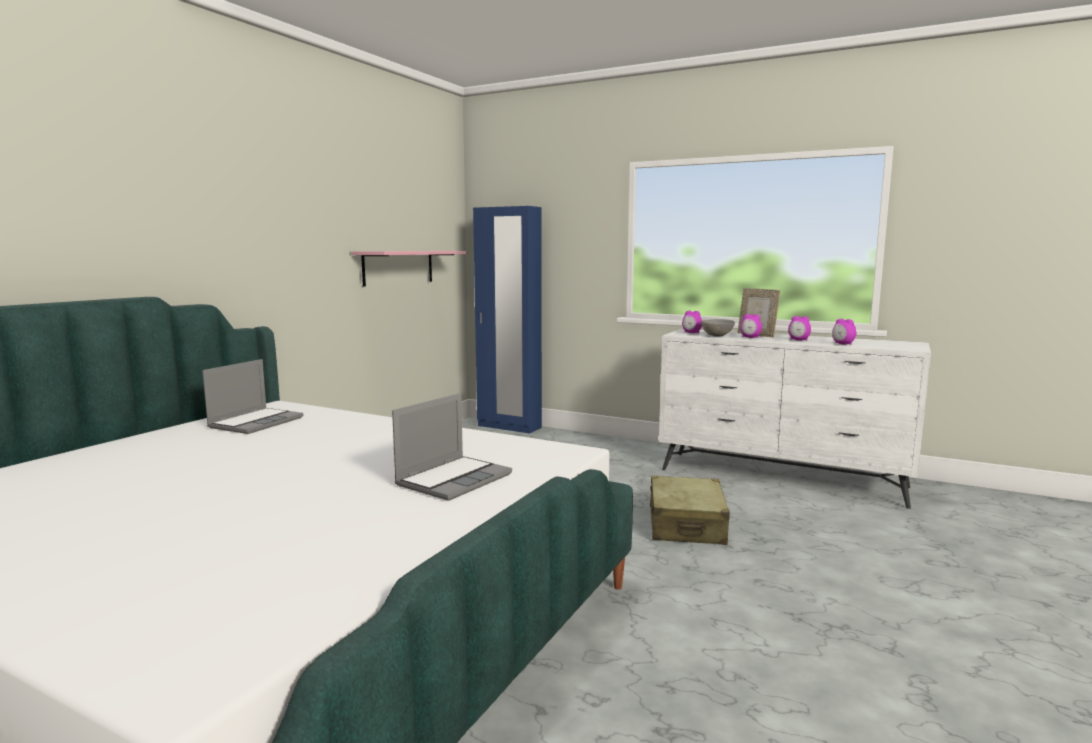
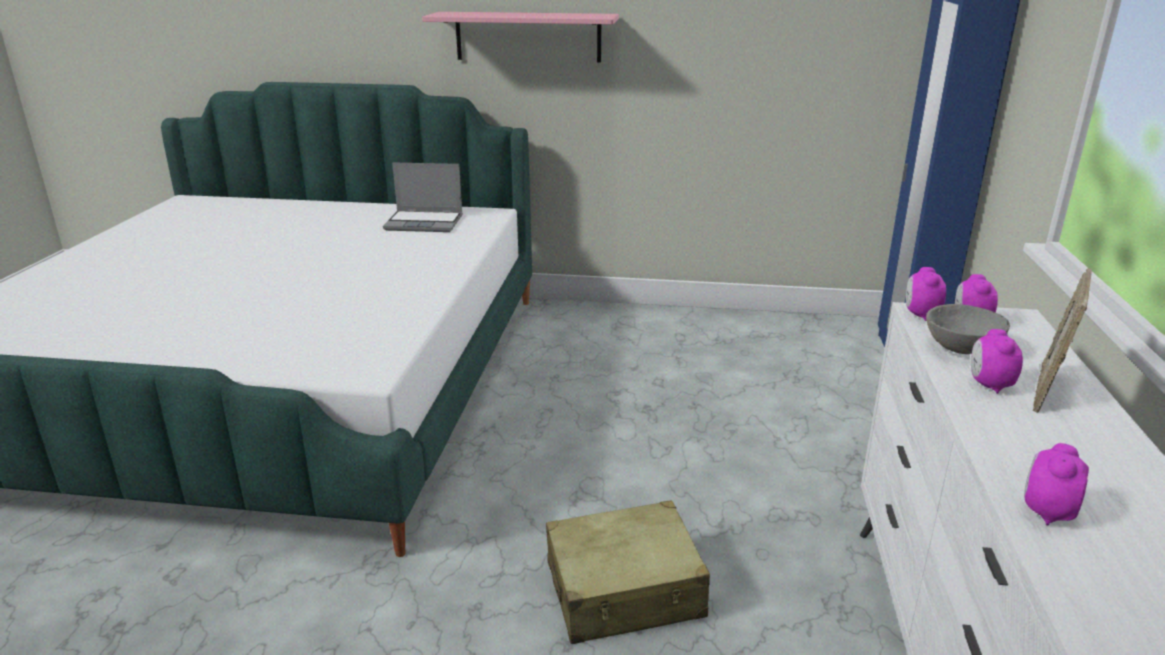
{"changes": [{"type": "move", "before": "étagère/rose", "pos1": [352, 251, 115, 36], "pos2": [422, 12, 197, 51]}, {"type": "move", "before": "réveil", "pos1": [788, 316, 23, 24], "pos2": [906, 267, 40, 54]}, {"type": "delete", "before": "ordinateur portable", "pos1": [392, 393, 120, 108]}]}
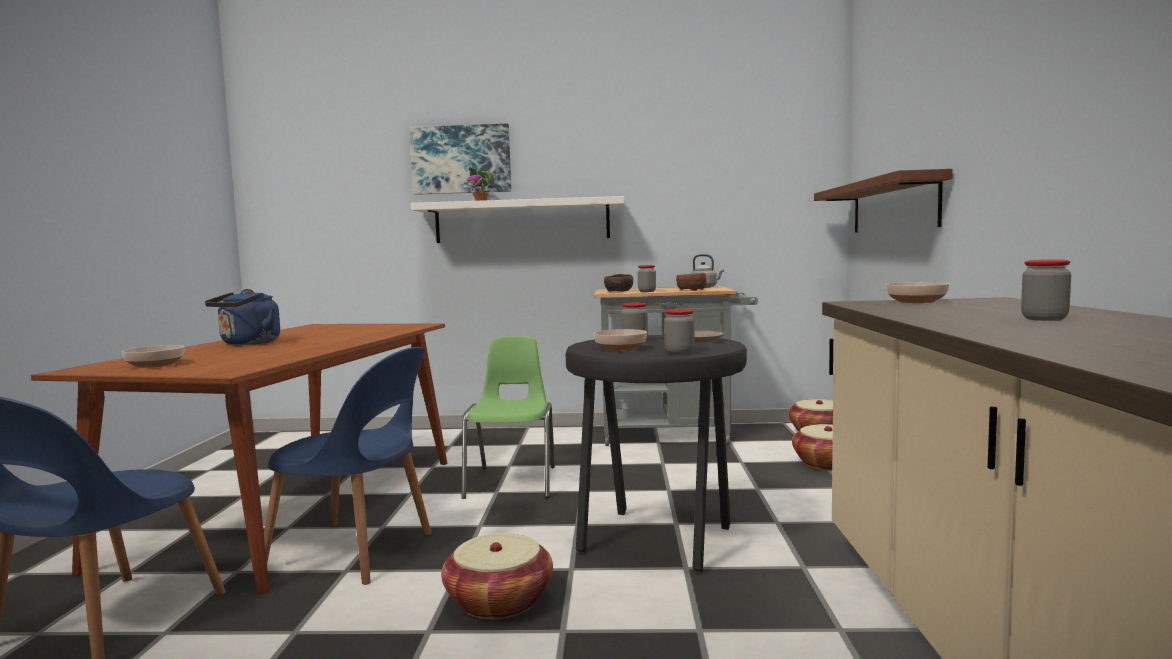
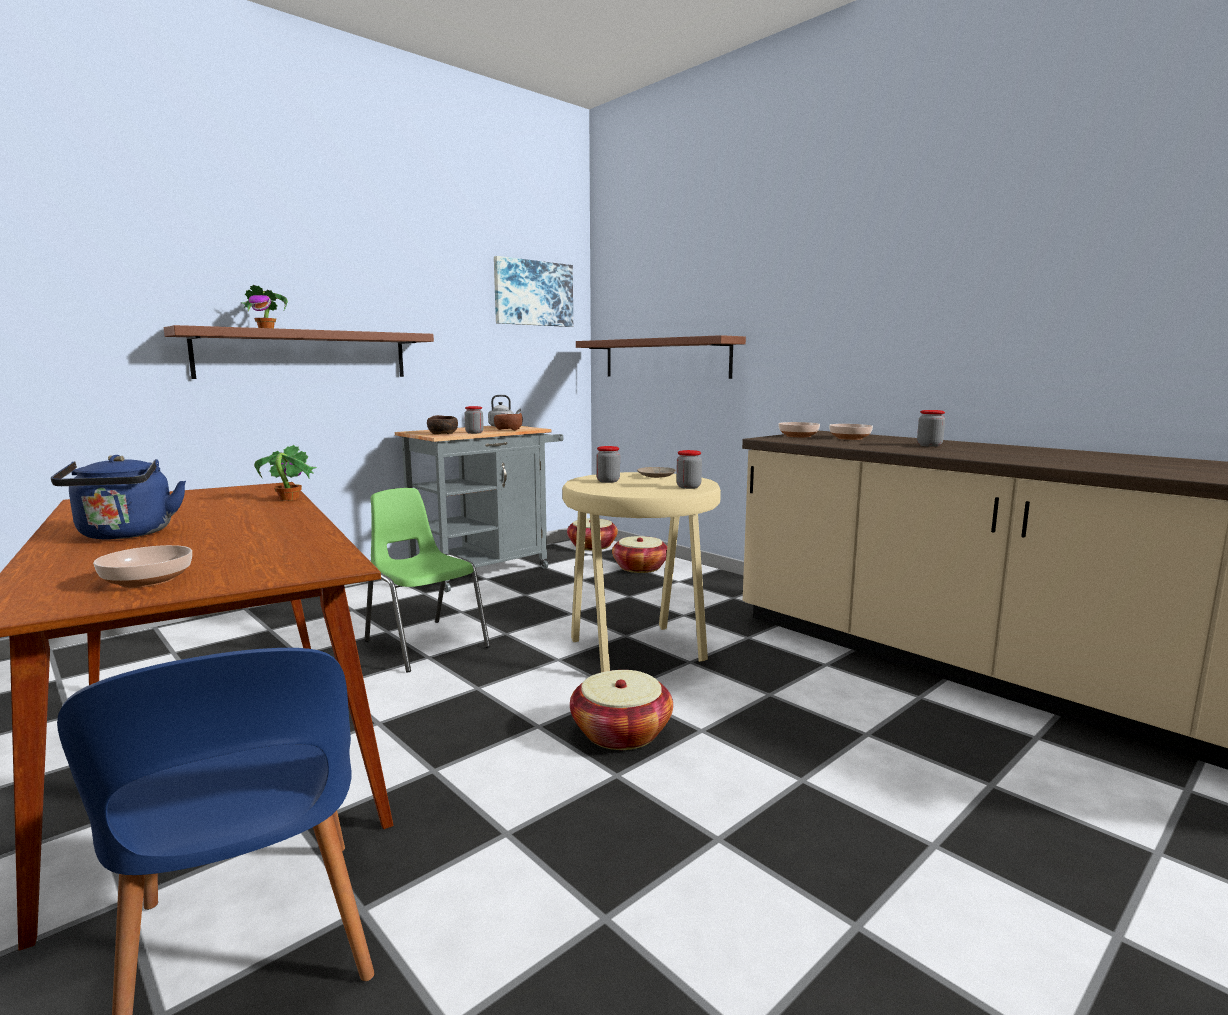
{"changes": [{"type": "move", "before": "tableau", "pos1": [409, 124, 102, 71], "pos2": [494, 256, 79, 71]}, {"type": "recolor", "before": "étagère/blanc", "after": "étagère/marron", "pos1": [411, 196, 213, 47], "pos2": [164, 325, 270, 54]}, {"type": "move", "before": "bol", "pos1": [593, 329, 54, 22], "pos2": [829, 424, 44, 16]}, {"type": "recolor", "before": "tabouret/noir", "after": "tabouret/beige", "pos1": [566, 335, 181, 237], "pos2": [562, 472, 159, 200]}, {"type": "delete", "before": "chaise/bleu", "pos1": [264, 347, 168, 238]}, {"type": "insert", "after": "plante en pot", "pos2": [254, 445, 63, 56]}]}
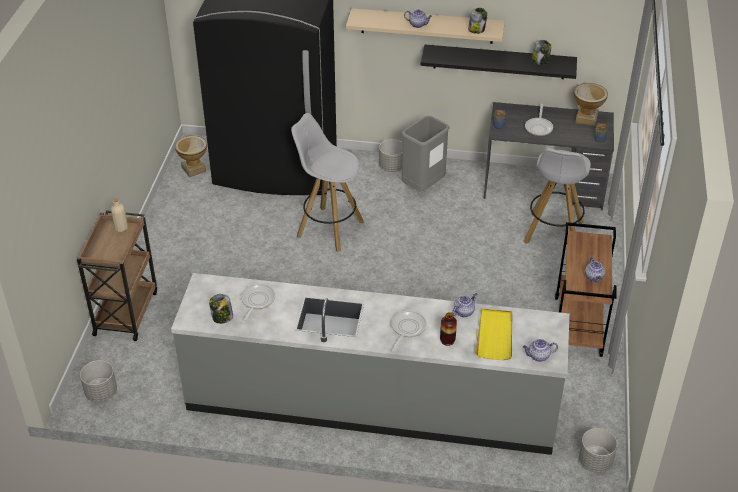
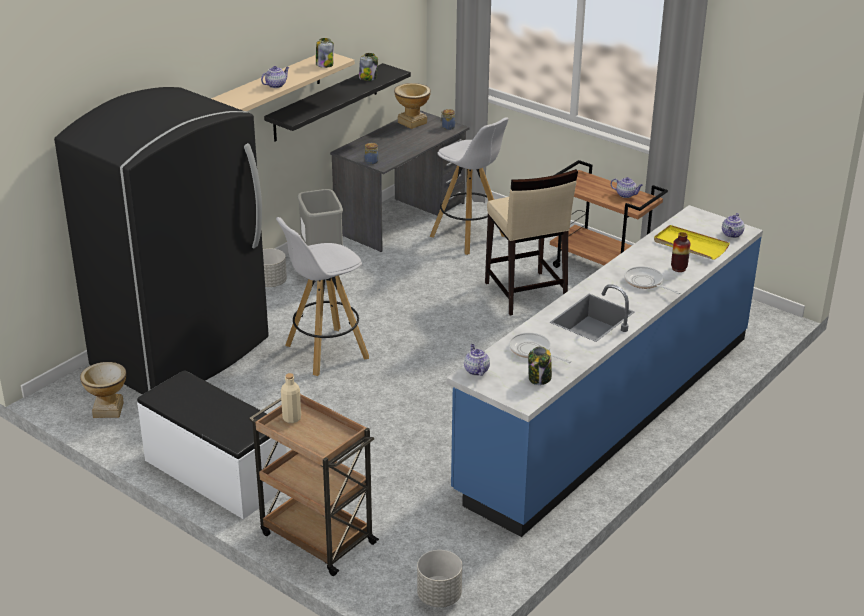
{"changes": [{"type": "delete", "before": "poêle", "pos1": [525, 104, 28, 32]}, {"type": "recolor", "before": "comptoir de cuisine/gris", "after": "comptoir de cuisine/bleu", "pos1": [171, 273, 398, 182], "pos2": [446, 205, 317, 332]}, {"type": "move", "before": "théière", "pos1": [452, 293, 25, 24], "pos2": [464, 344, 26, 32]}, {"type": "delete", "before": "cache-pot/gris", "pos1": [579, 428, 38, 45]}, {"type": "insert", "after": "tabouret/beige", "pos2": [485, 169, 93, 146]}, {"type": "insert", "after": "banc/blanc", "pos2": [137, 370, 150, 149]}]}
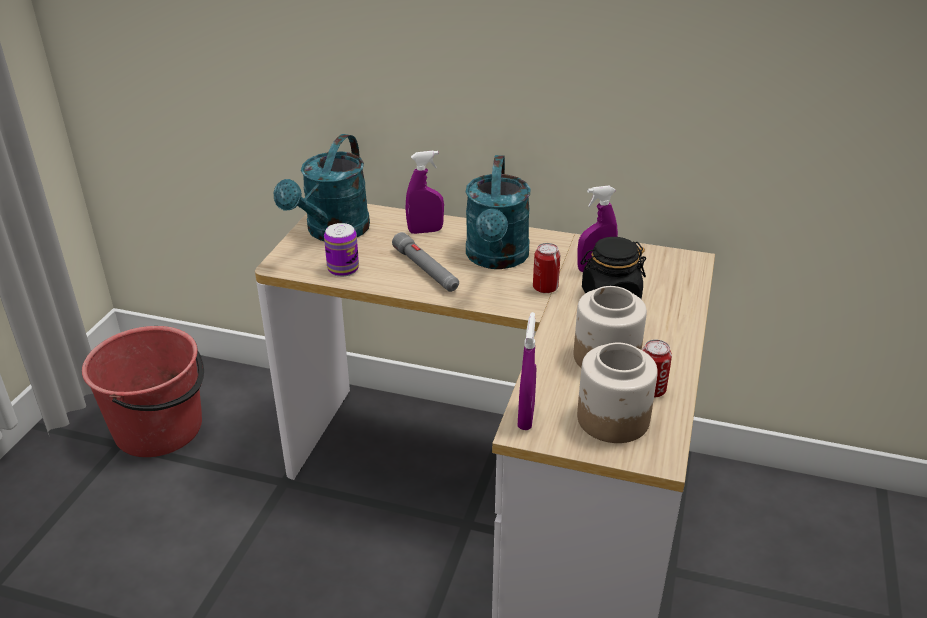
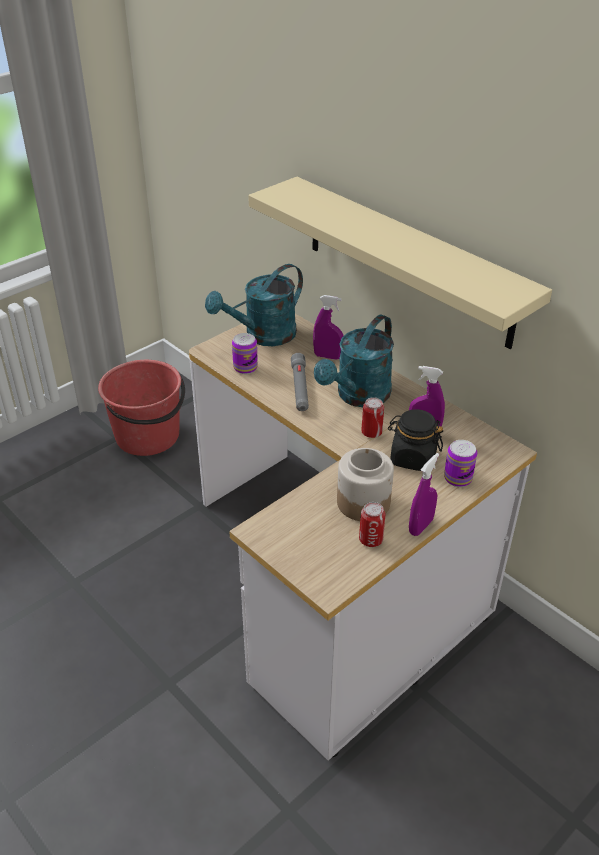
{"changes": [{"type": "move", "before": "vaporisateur/violet", "pos1": [518, 312, 18, 118], "pos2": [409, 453, 30, 83]}, {"type": "delete", "before": "bocal", "pos1": [577, 343, 81, 100]}, {"type": "insert", "after": "étagère/beige", "pos2": [248, 177, 304, 172]}, {"type": "insert", "after": "boîte métallique", "pos2": [444, 440, 33, 47]}]}
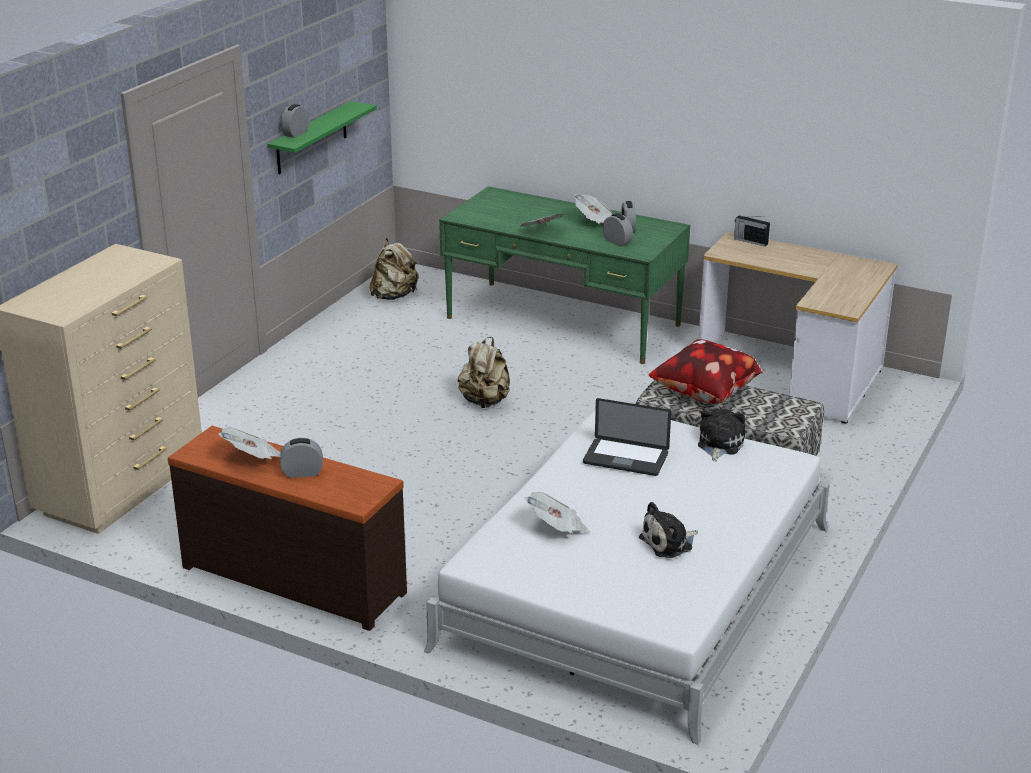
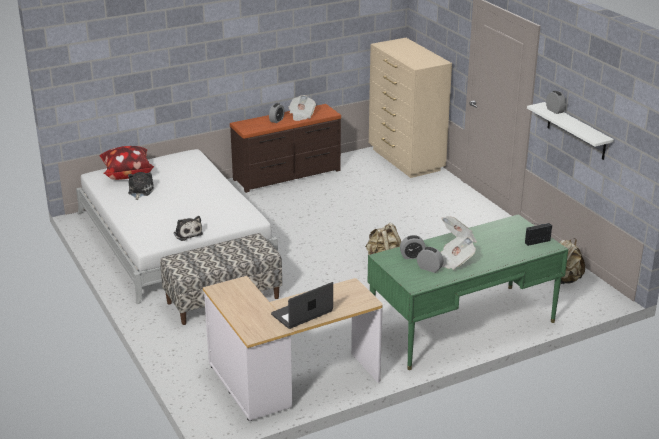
{"changes": [{"type": "recolor", "before": "étagère/vert", "after": "étagère/blanc", "pos1": [268, 101, 109, 73], "pos2": [527, 102, 87, 58]}, {"type": "move", "before": "radio", "pos1": [734, 216, 36, 30], "pos2": [525, 223, 27, 23]}, {"type": "move", "before": "coussin", "pos1": [648, 339, 115, 65], "pos2": [100, 146, 54, 34]}, {"type": "move", "before": "ordinateur portable", "pos1": [583, 398, 88, 78], "pos2": [271, 282, 62, 47]}, {"type": "delete", "before": "journal", "pos1": [524, 492, 66, 42]}]}
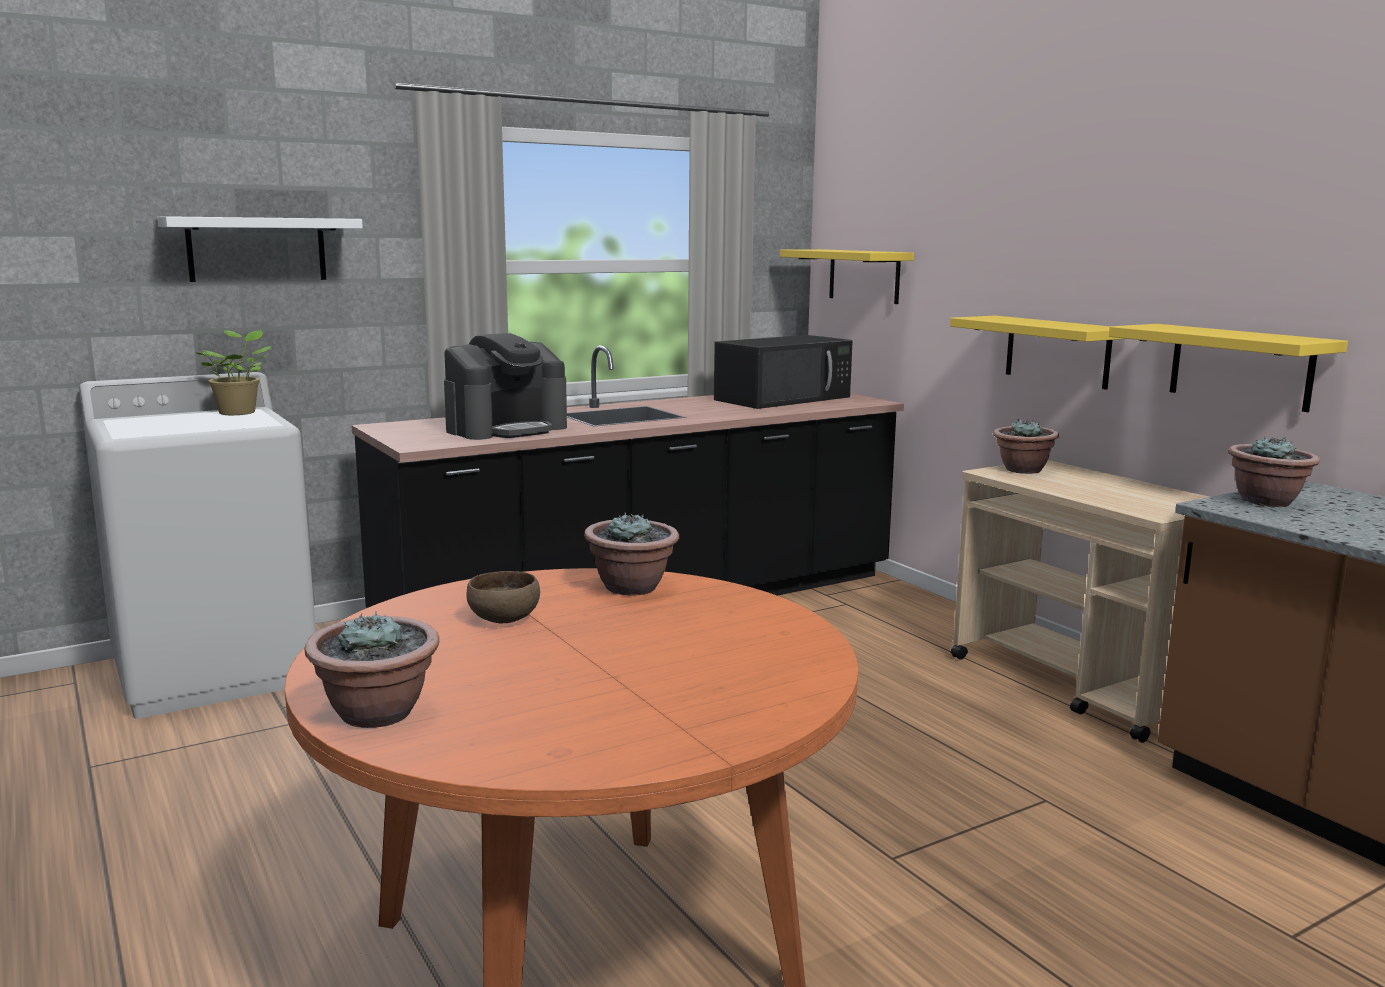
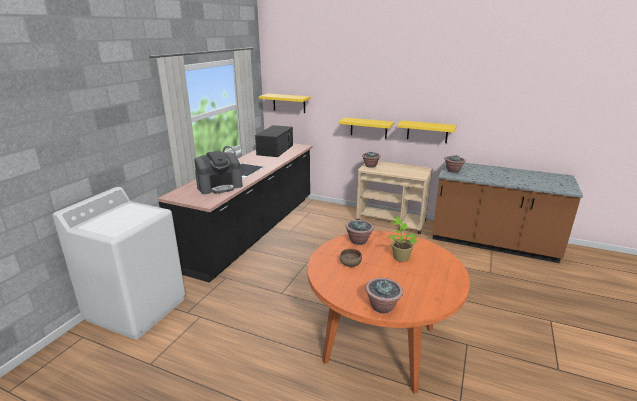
{"changes": [{"type": "delete", "before": "étagère/blanc", "pos1": [157, 216, 206, 66]}, {"type": "move", "before": "plante en pot", "pos1": [195, 330, 77, 85], "pos2": [388, 216, 30, 46]}, {"type": "rotate", "before": "machine à café", "pos1": [444, 333, 123, 107], "pos2": [194, 151, 49, 43], "turn": 45}]}
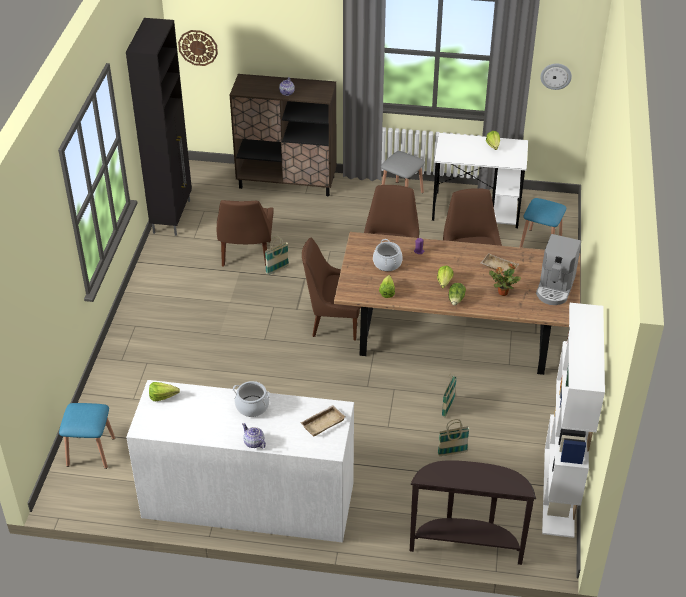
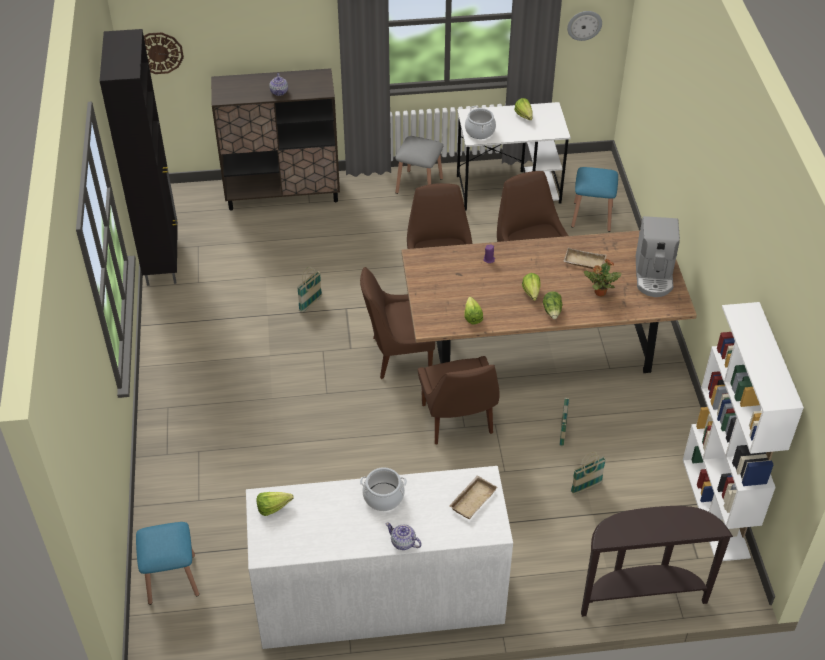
{"changes": [{"type": "move", "before": "chaise/marron", "pos1": [217, 200, 57, 67], "pos2": [418, 356, 82, 88]}, {"type": "move", "before": "marmite", "pos1": [373, 239, 30, 32], "pos2": [465, 106, 31, 33]}]}
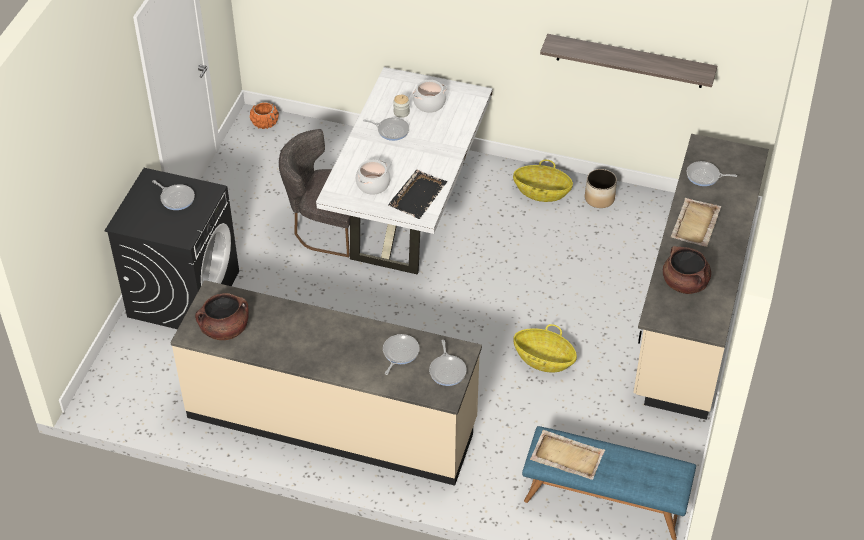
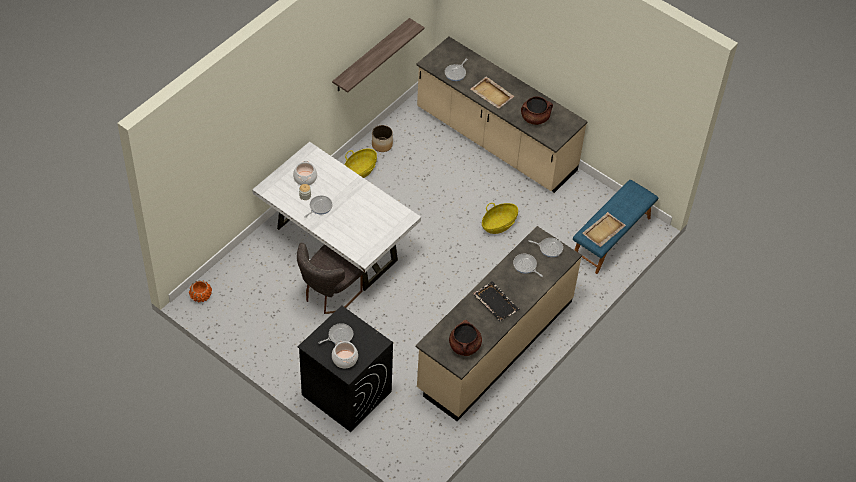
{"changes": [{"type": "move", "before": "marmite", "pos1": [356, 160, 34, 35], "pos2": [332, 341, 26, 27]}, {"type": "move", "before": "plateau/noir", "pos1": [388, 170, 59, 49], "pos2": [473, 281, 47, 41]}]}
